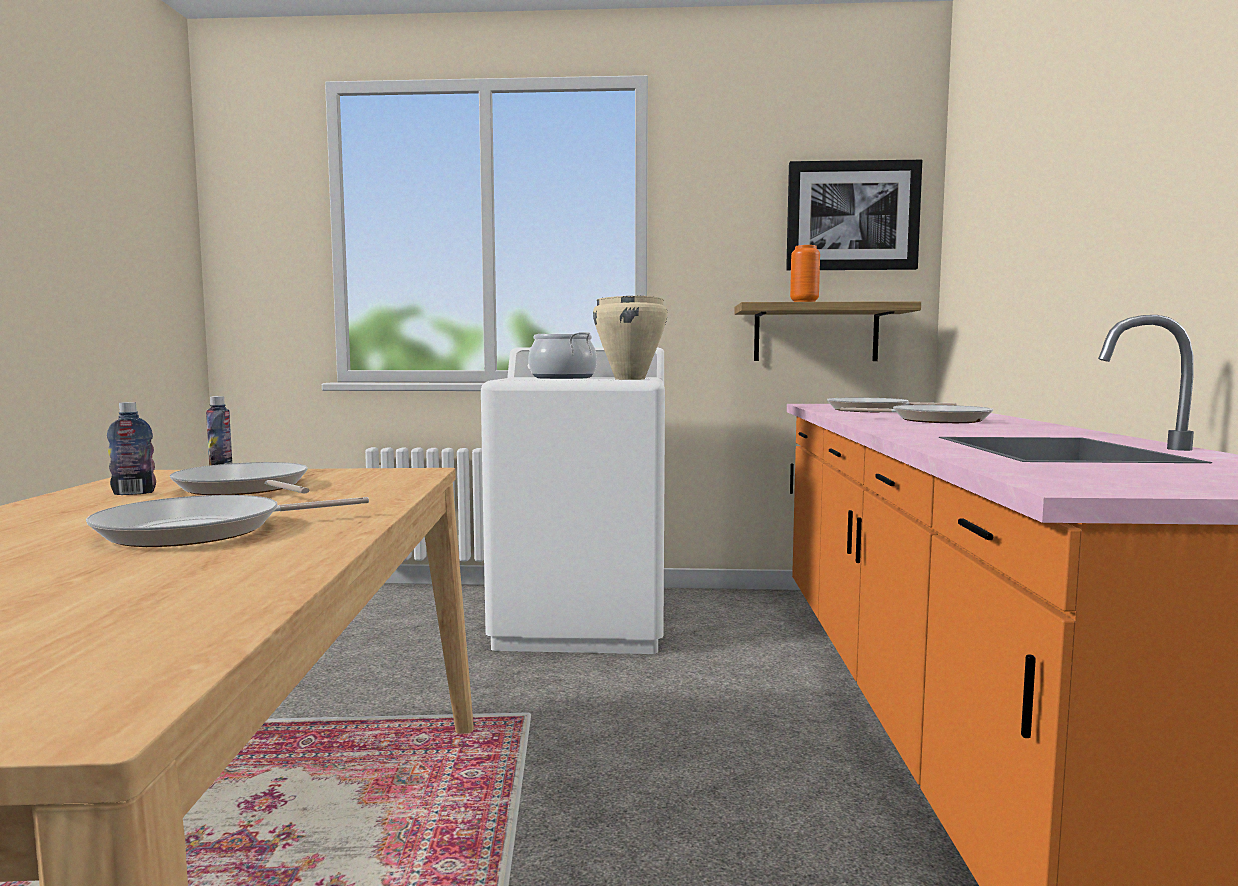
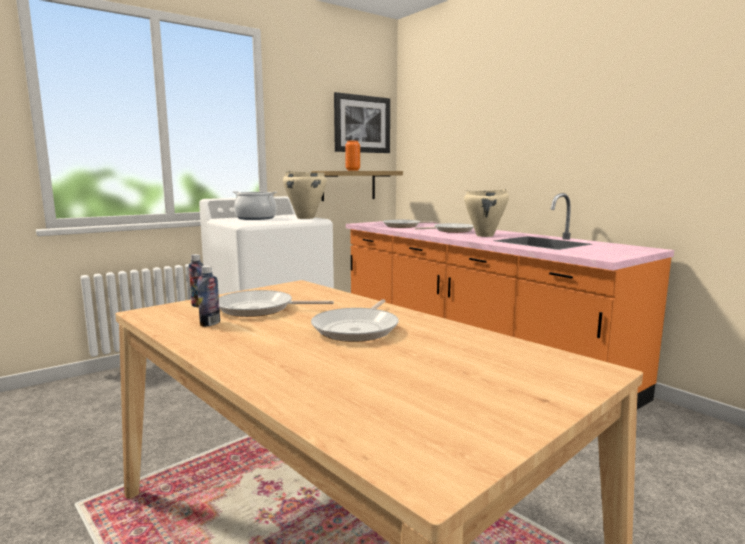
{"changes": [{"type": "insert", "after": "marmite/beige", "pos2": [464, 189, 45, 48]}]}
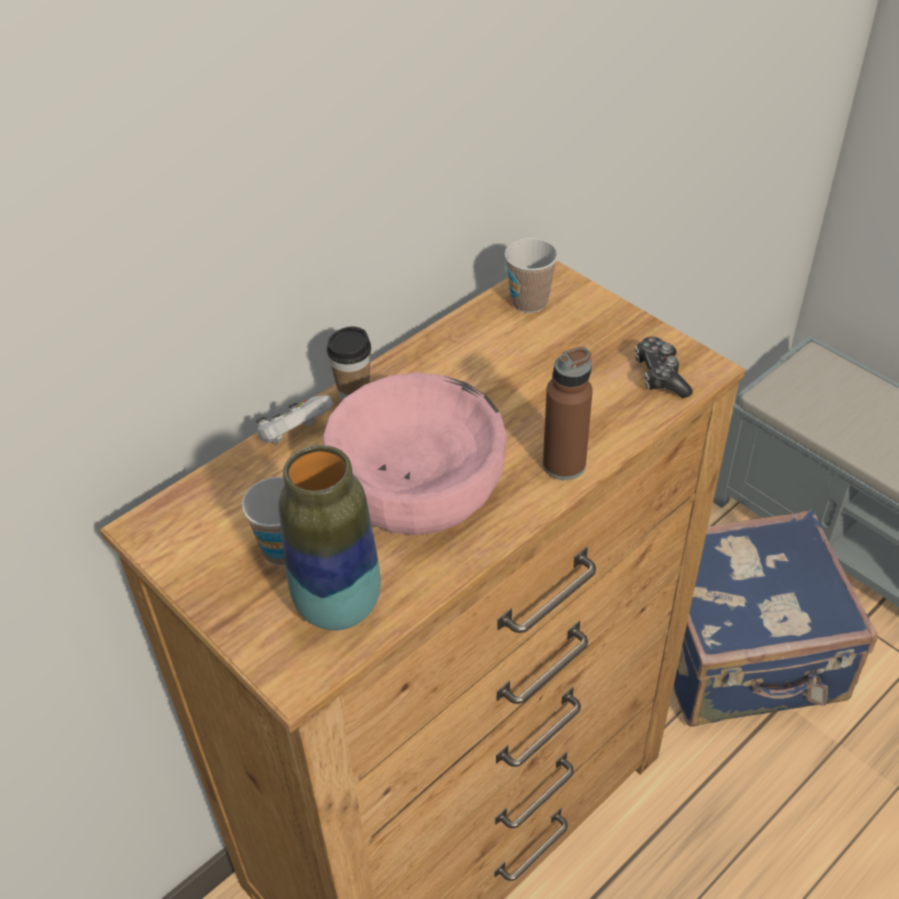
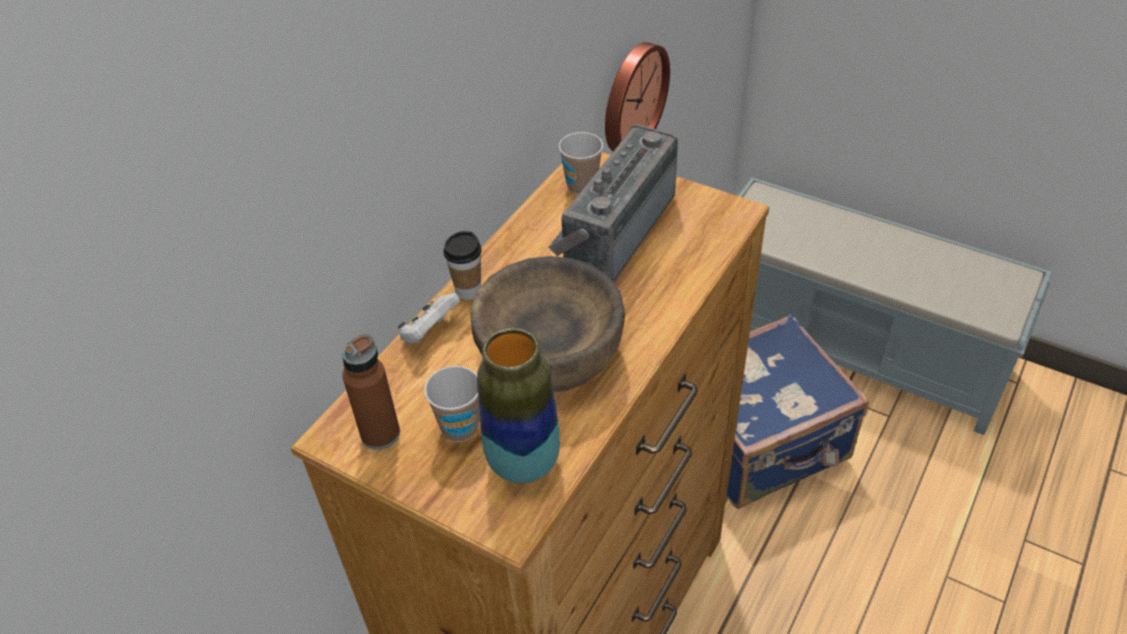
{"changes": [{"type": "delete", "before": "manette", "pos1": [635, 337, 58, 61]}, {"type": "move", "before": "bouteille/marron", "pos1": [543, 347, 50, 133], "pos2": [342, 334, 58, 116]}, {"type": "recolor", "before": "bol/rose", "after": "bol/marron", "pos1": [323, 373, 184, 162], "pos2": [470, 256, 155, 136]}, {"type": "insert", "after": "horloge murale", "pos2": [605, 42, 65, 110]}, {"type": "insert", "after": "radio", "pos2": [549, 125, 129, 157]}]}
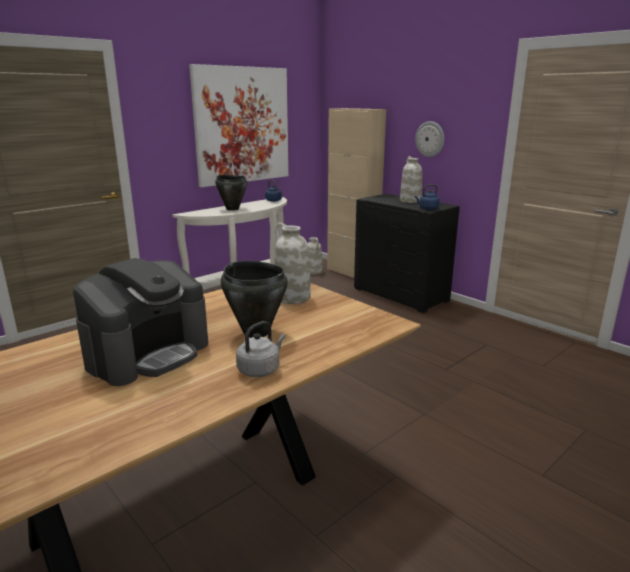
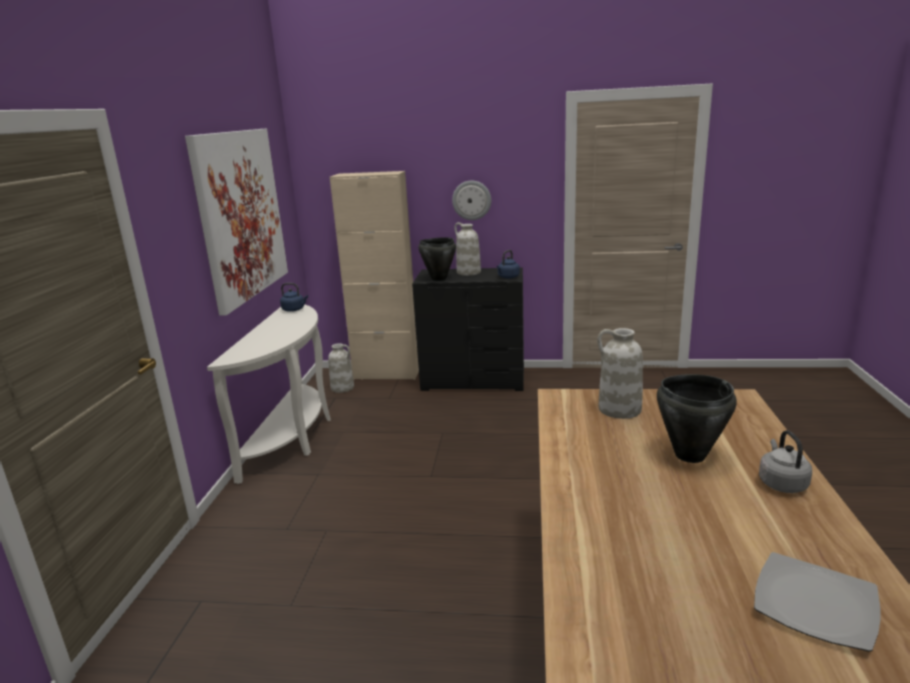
{"changes": [{"type": "move", "before": "marmite/noir", "pos1": [215, 175, 32, 36], "pos2": [418, 237, 38, 44]}, {"type": "delete", "before": "machine à café", "pos1": [73, 258, 135, 128]}, {"type": "insert", "after": "assiette", "pos2": [754, 552, 126, 100]}]}
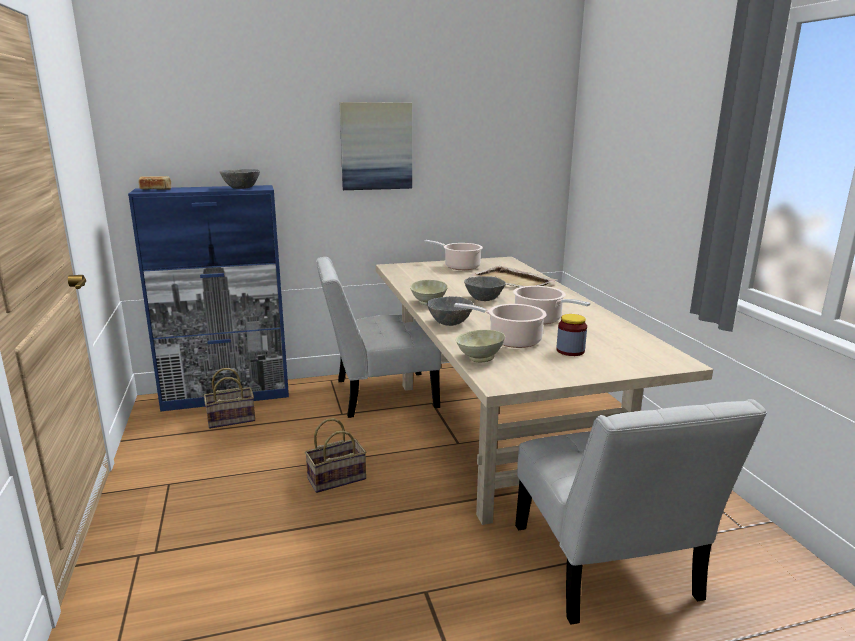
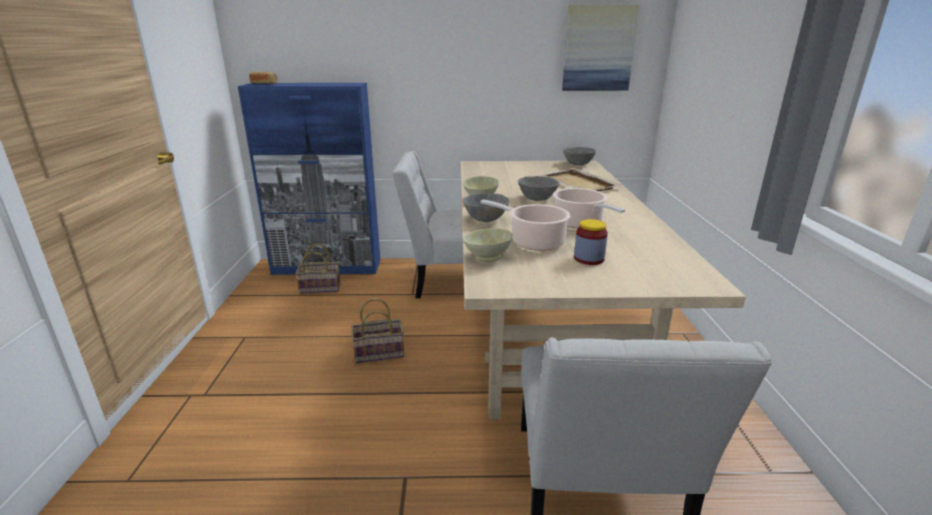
{"changes": [{"type": "move", "before": "tableau", "pos1": [340, 102, 72, 88], "pos2": [562, 5, 77, 86]}, {"type": "move", "before": "bol/gris", "pos1": [219, 169, 41, 20], "pos2": [563, 147, 33, 18]}, {"type": "delete", "before": "marmite", "pos1": [424, 240, 59, 30]}]}
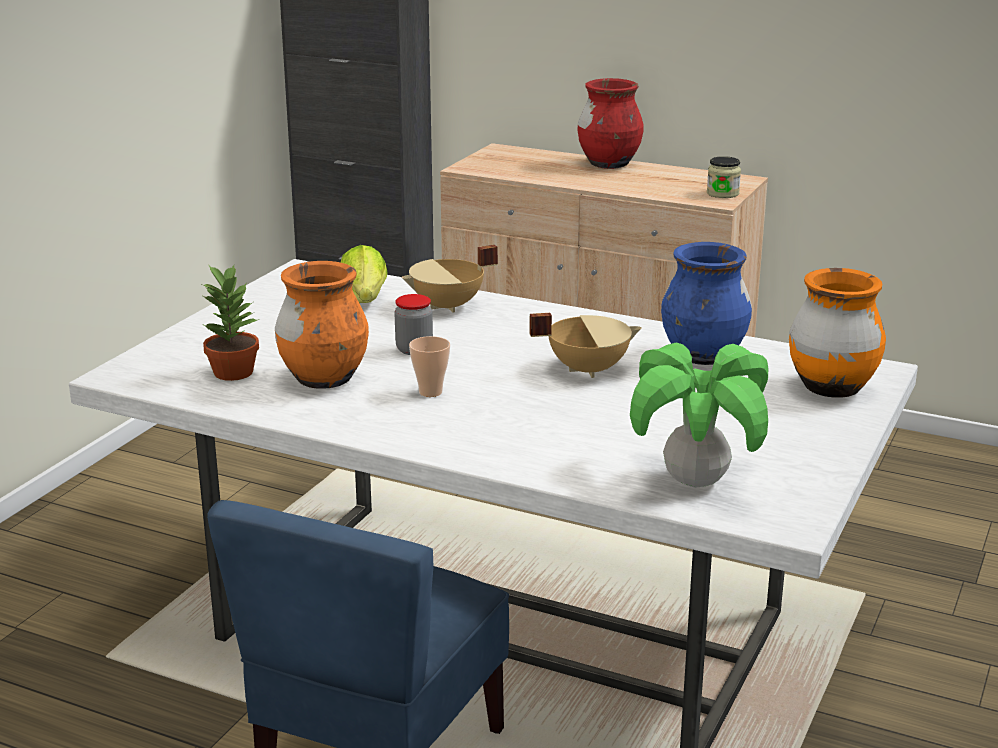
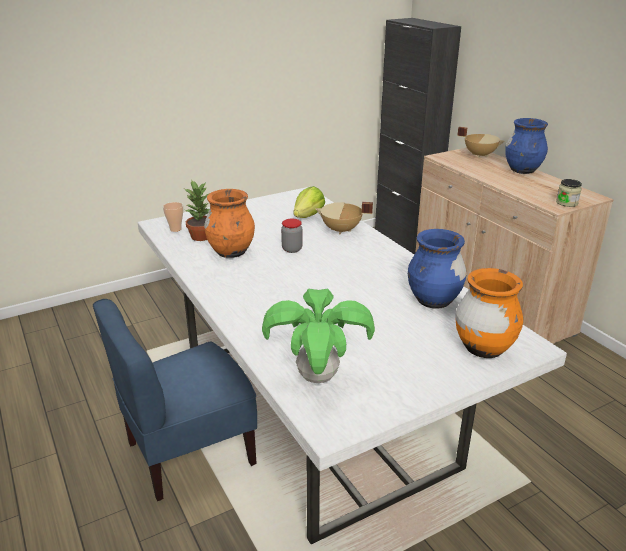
{"changes": [{"type": "recolor", "before": "vase/rouge", "after": "vase/bleu", "pos1": [578, 78, 66, 91], "pos2": [505, 118, 43, 56]}, {"type": "move", "before": "marmite/beige", "pos1": [529, 313, 112, 65], "pos2": [457, 127, 47, 31]}, {"type": "move", "before": "tasse", "pos1": [409, 336, 41, 61], "pos2": [163, 202, 20, 30]}]}
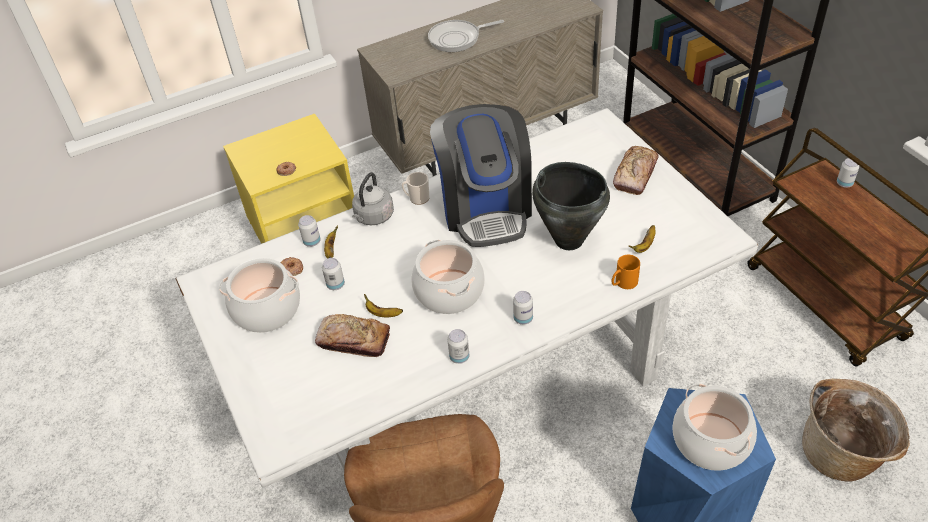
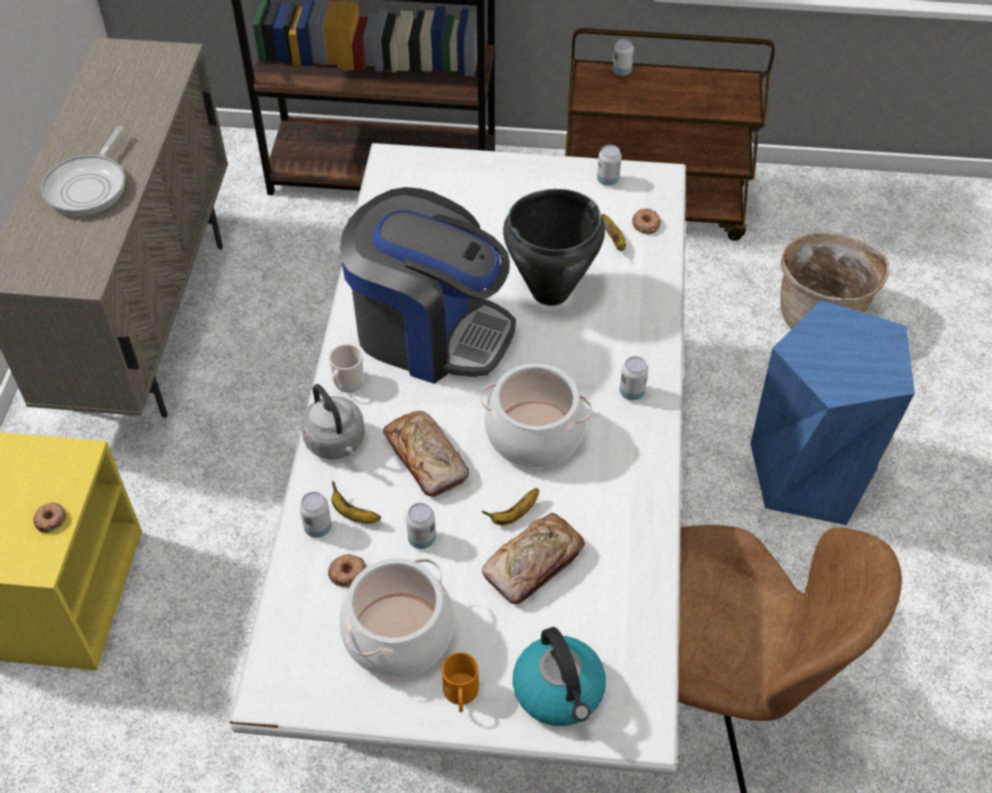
{"changes": [{"type": "move", "before": "pain", "pos1": [613, 146, 46, 49], "pos2": [383, 411, 86, 86]}, {"type": "move", "before": "mug/orange", "pos1": [611, 255, 29, 34], "pos2": [442, 652, 37, 60]}, {"type": "move", "before": "boîte métallique", "pos1": [447, 329, 23, 35], "pos2": [597, 145, 25, 41]}, {"type": "delete", "before": "marmite", "pos1": [672, 383, 85, 88]}, {"type": "insert", "after": "beignet", "pos2": [632, 209, 29, 26]}, {"type": "insert", "after": "bouilloire", "pos2": [513, 627, 93, 99]}]}
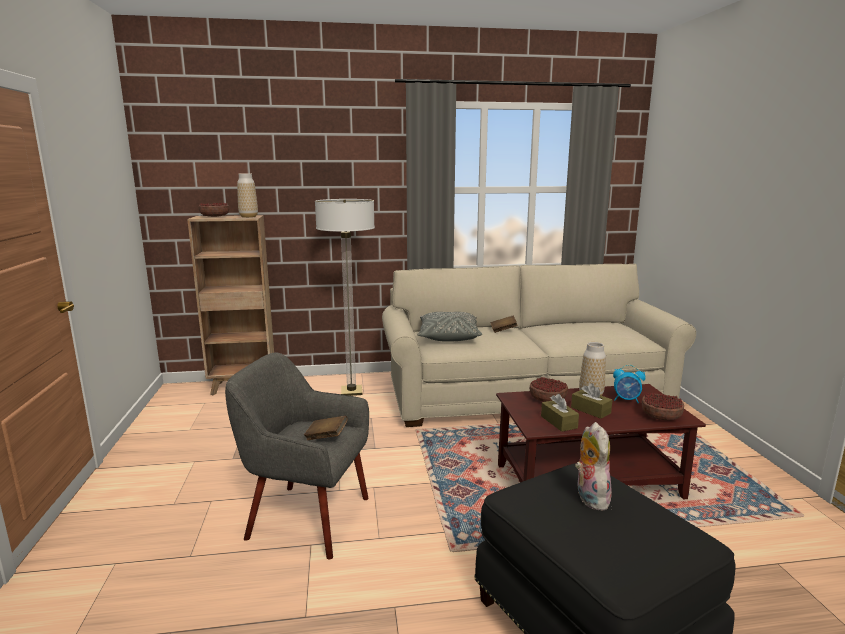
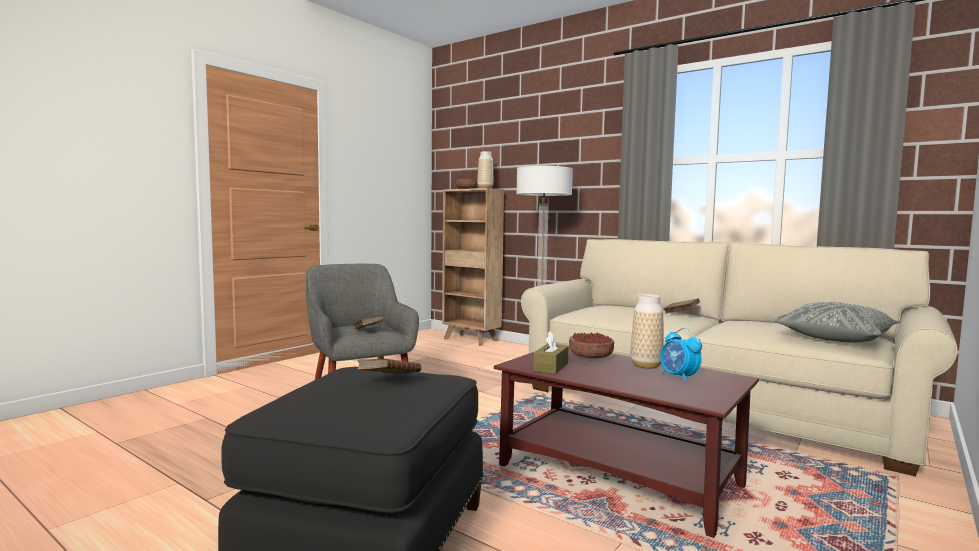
{"changes": [{"type": "move", "before": "coussin/gris", "pos1": [417, 312, 65, 30], "pos2": [774, 302, 126, 40]}, {"type": "delete", "before": "boîte à mouchoirs/marron", "pos1": [571, 383, 41, 36]}, {"type": "delete", "before": "bol", "pos1": [642, 393, 42, 27]}, {"type": "replace", "before": "peluche", "after": "livre/marron", "pos1": [575, 422, 37, 88], "pos2": [358, 359, 63, 14]}]}
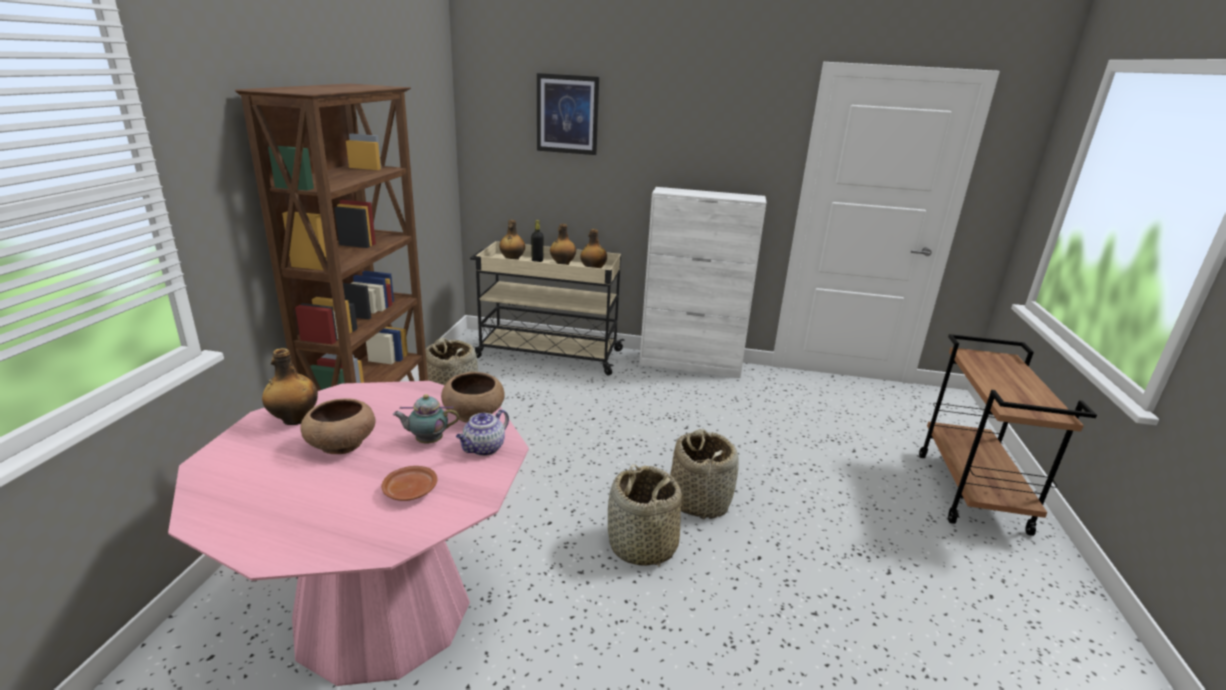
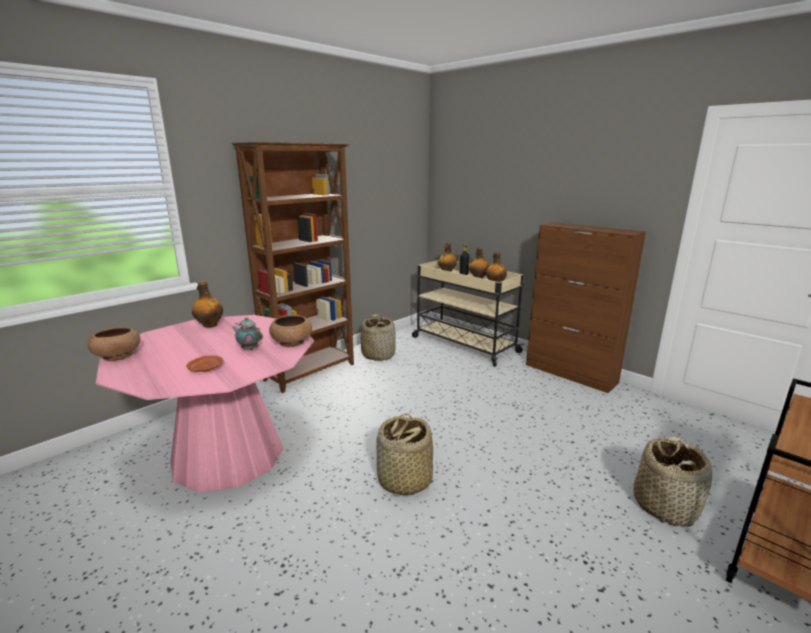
{"changes": [{"type": "delete", "before": "tableau", "pos1": [537, 73, 62, 82]}, {"type": "recolor", "before": "meuble de rangement/blanc", "after": "meuble de rangement/marron", "pos1": [639, 187, 127, 191], "pos2": [526, 222, 120, 171]}, {"type": "move", "before": "bol/marron", "pos1": [301, 398, 74, 56], "pos2": [87, 327, 53, 34]}, {"type": "delete", "before": "théière", "pos1": [456, 409, 53, 47]}, {"type": "move", "before": "panier", "pos1": [670, 429, 69, 90], "pos2": [633, 437, 79, 90]}]}
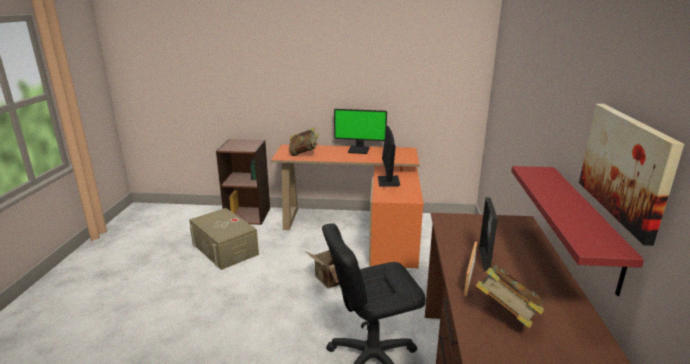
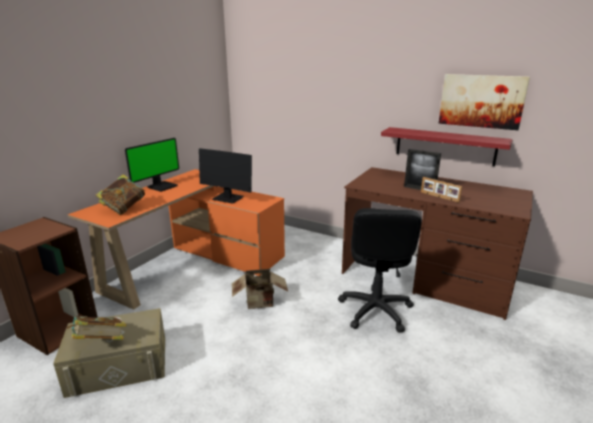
{"changes": [{"type": "move", "before": "livre", "pos1": [475, 265, 69, 63], "pos2": [67, 316, 60, 24]}]}
